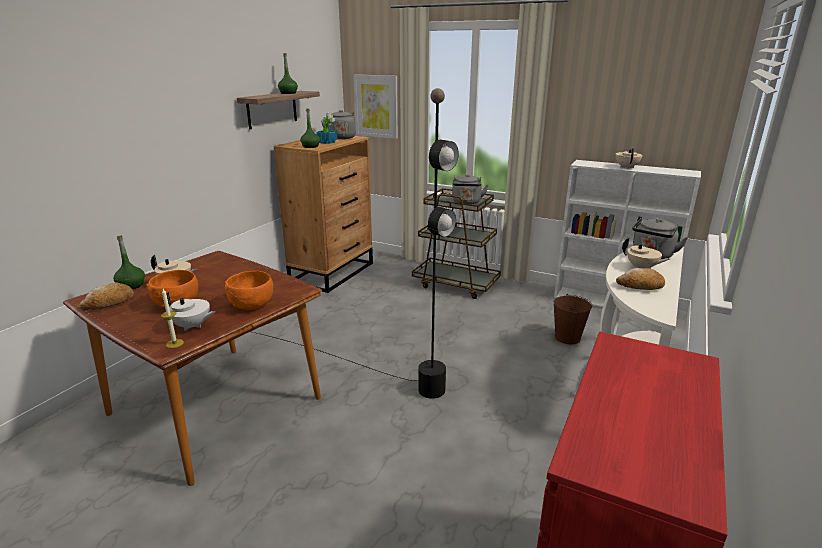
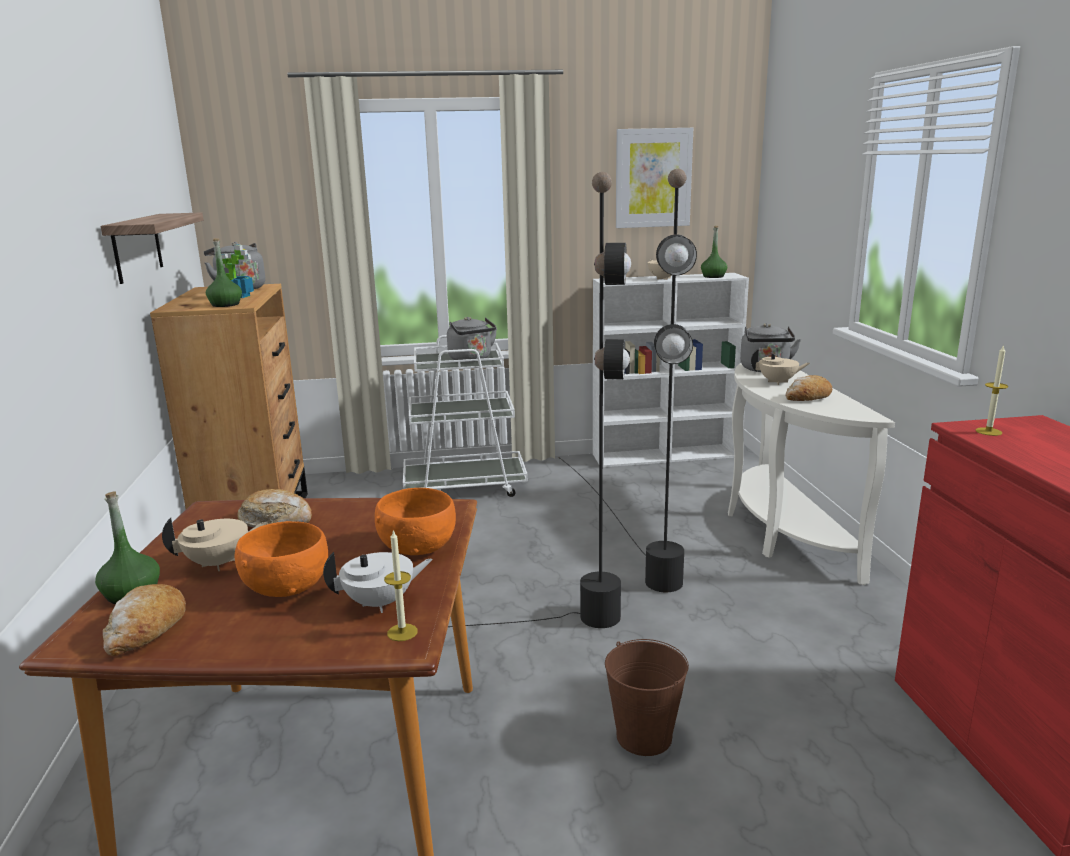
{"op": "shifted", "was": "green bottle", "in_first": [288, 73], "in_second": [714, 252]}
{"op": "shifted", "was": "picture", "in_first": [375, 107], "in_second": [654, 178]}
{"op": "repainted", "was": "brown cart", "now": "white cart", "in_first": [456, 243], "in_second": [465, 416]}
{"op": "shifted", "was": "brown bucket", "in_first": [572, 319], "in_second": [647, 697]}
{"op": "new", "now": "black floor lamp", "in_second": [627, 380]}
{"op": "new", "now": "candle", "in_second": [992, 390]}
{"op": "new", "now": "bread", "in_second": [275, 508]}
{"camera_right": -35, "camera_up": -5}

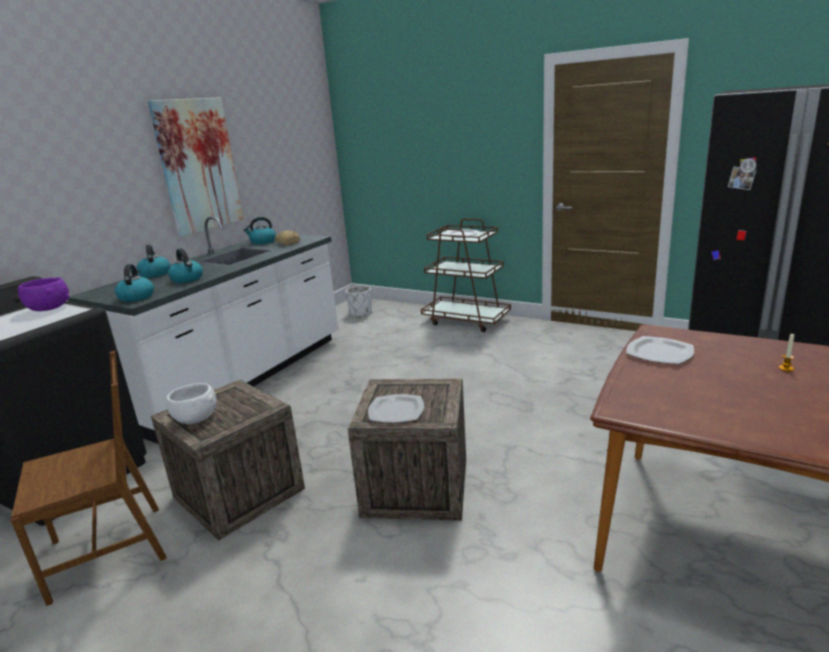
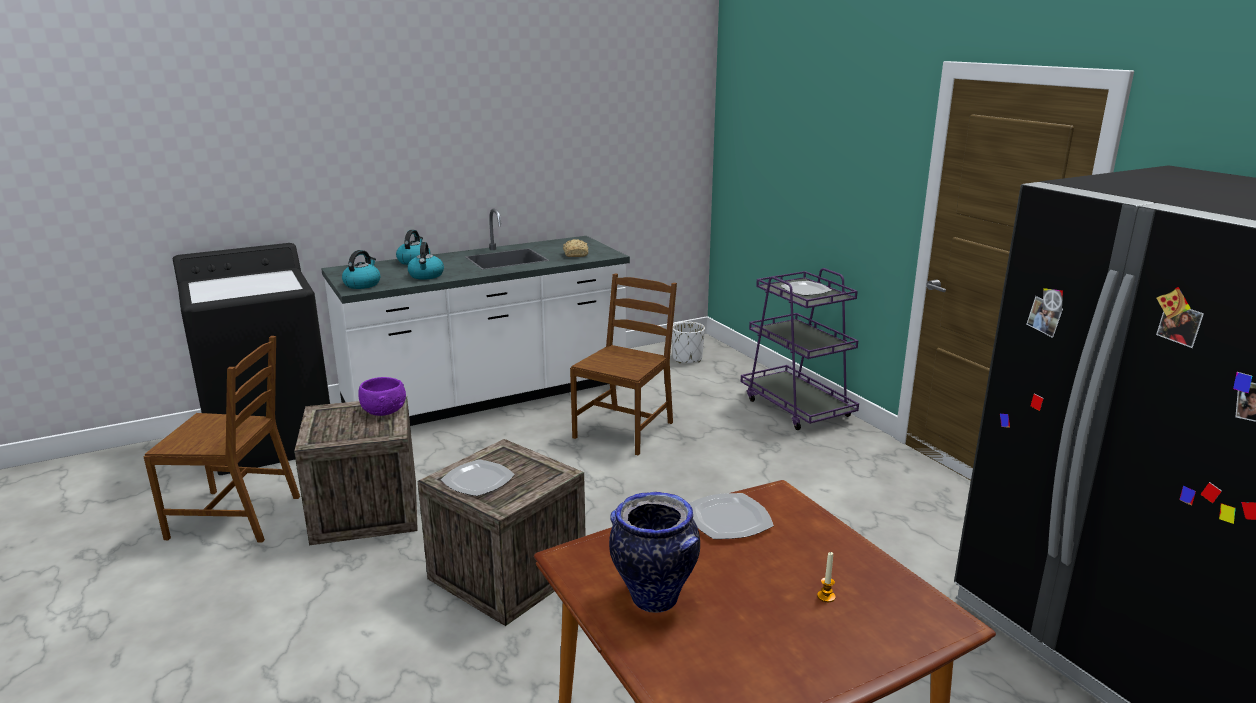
{"op": "gone", "was": "picture", "in_first": [195, 167]}
{"op": "gone", "was": "kettle", "in_first": [260, 231]}
{"op": "repainted", "was": "brown cart", "now": "purple cart", "in_first": [466, 275], "in_second": [800, 349]}
{"op": "shifted", "was": "purple bowl", "in_first": [43, 294], "in_second": [382, 396]}
{"op": "gone", "was": "white bowl", "in_first": [191, 403]}
{"op": "new", "now": "brown chair", "in_second": [623, 364]}
{"op": "new", "now": "vase", "in_second": [654, 552]}
{"camera_right": 30, "camera_up": 0}

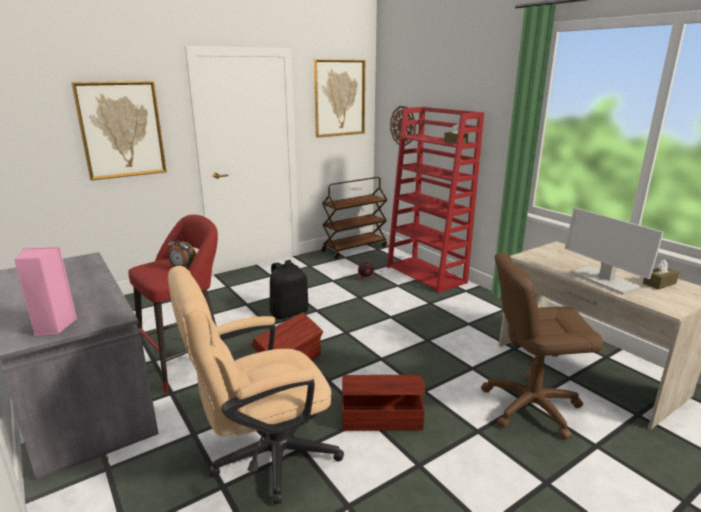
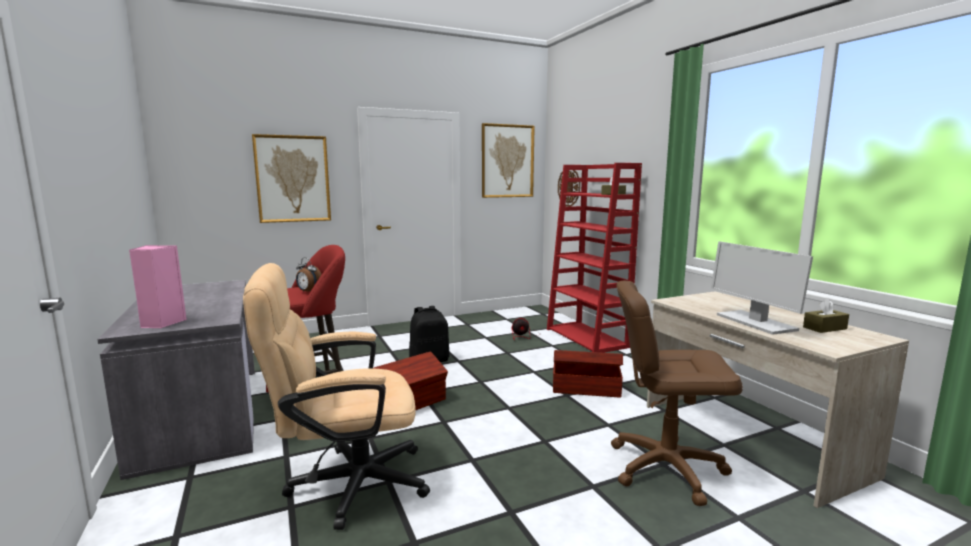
{"op": "gone", "was": "brown cart", "in_first": [354, 218]}
{"op": "shifted", "was": "brown storage box", "in_first": [383, 403], "in_second": [588, 374]}
{"camera_right": 10, "camera_up": -10}

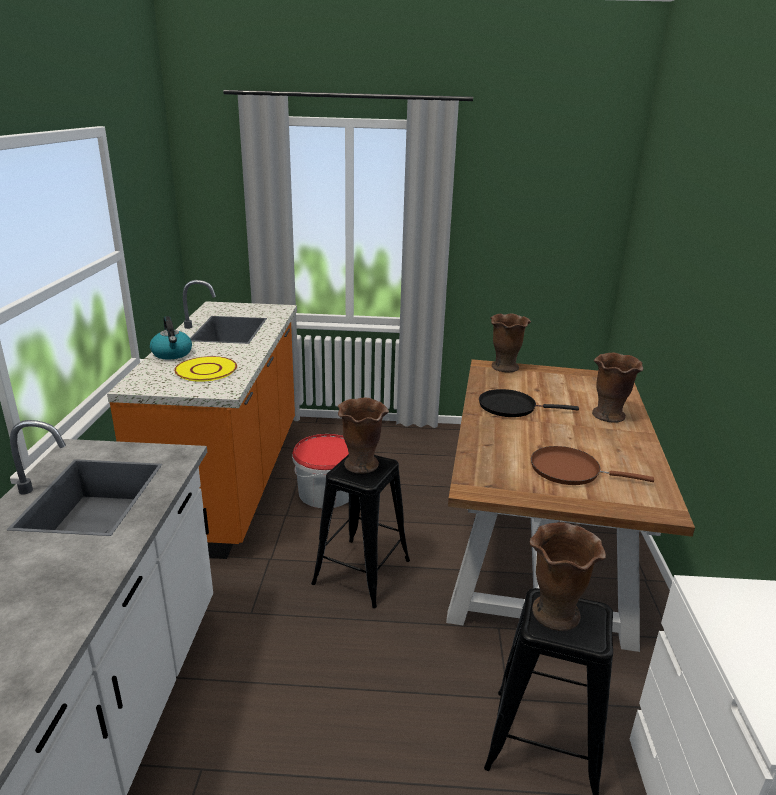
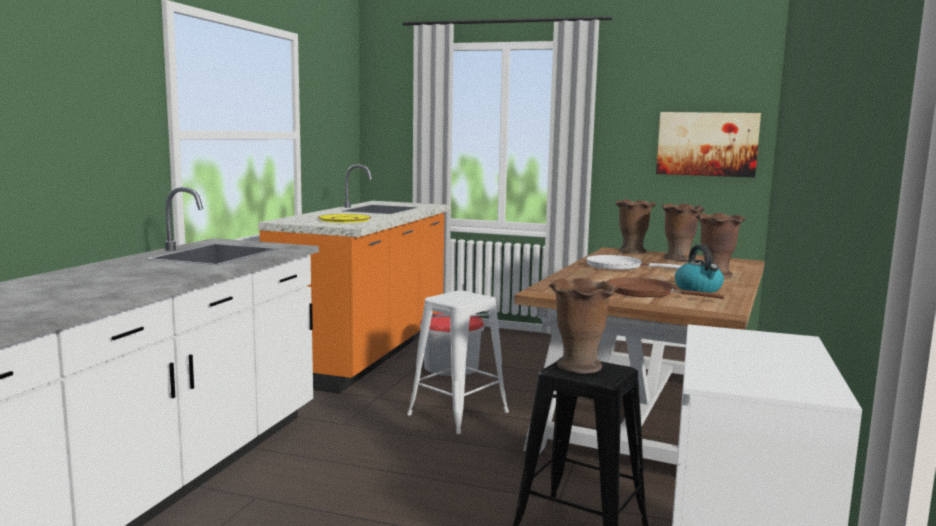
{"op": "shifted", "was": "kettle", "in_first": [171, 338], "in_second": [699, 269]}
{"op": "repainted", "was": "black frying pan", "now": "white frying pan", "in_first": [529, 403], "in_second": [634, 262]}
{"op": "shifted", "was": "brown vase", "in_first": [363, 436], "in_second": [683, 232]}
{"op": "repainted", "was": "black stool", "now": "white stool", "in_first": [360, 531], "in_second": [458, 362]}
{"op": "new", "now": "picture", "in_second": [708, 144]}
{"camera_right": 15, "camera_up": -15}

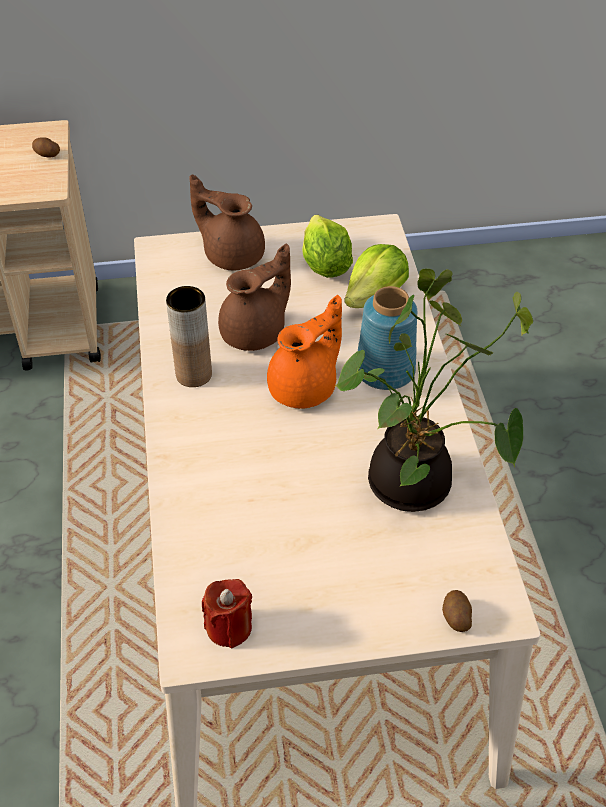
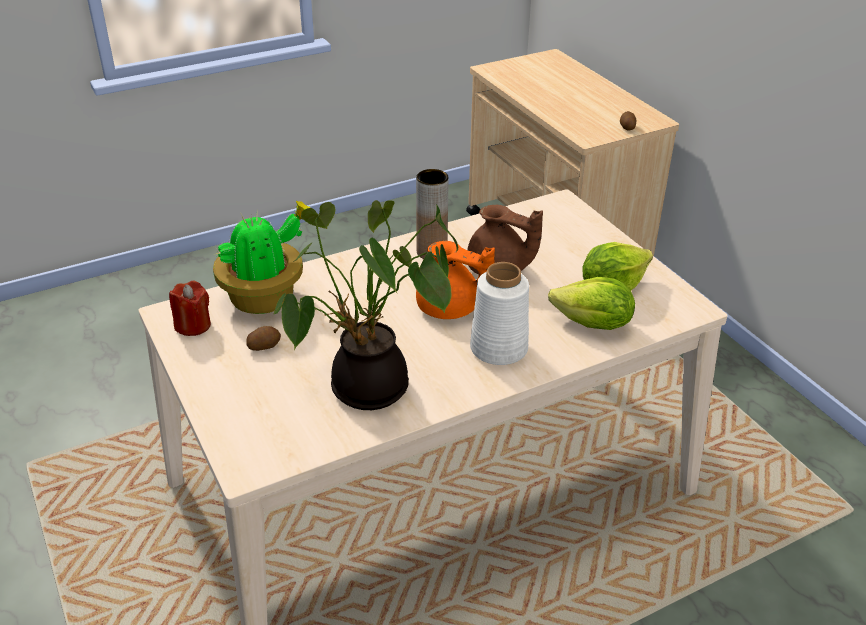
{"op": "gone", "was": "brown teapot", "in_first": [227, 222]}
{"op": "repainted", "was": "blue vase", "now": "white vase", "in_first": [388, 338], "in_second": [499, 313]}
{"op": "shifted", "was": "potato", "in_first": [457, 611], "in_second": [263, 338]}
{"op": "new", "now": "potted plant", "in_second": [261, 257]}
{"camera_right": 70, "camera_up": -10}

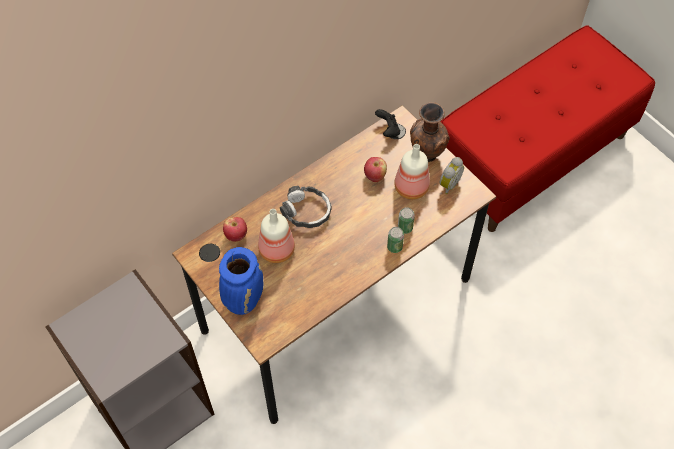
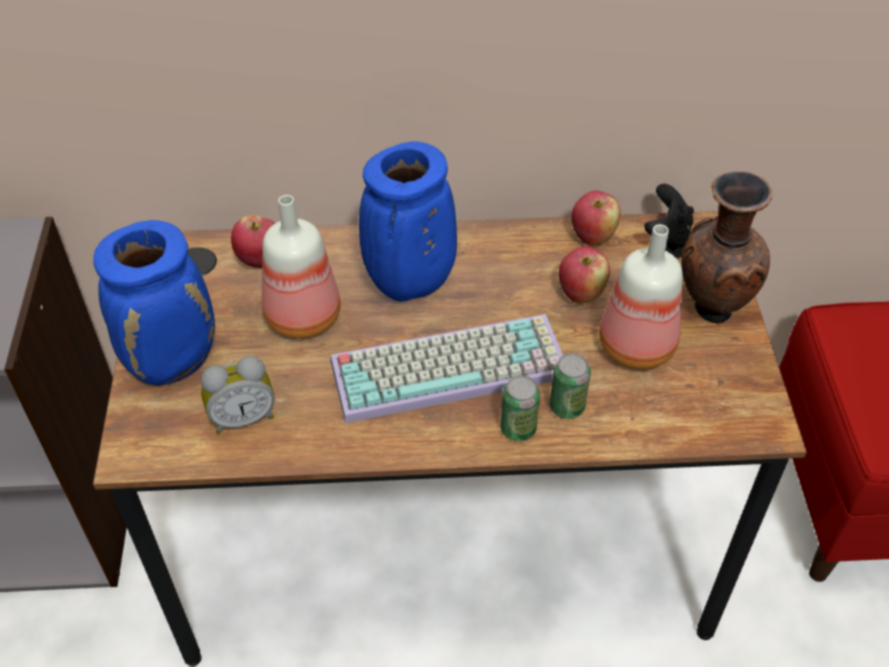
{"op": "shifted", "was": "alarm clock", "in_first": [451, 175], "in_second": [238, 395]}
{"op": "swapped", "was": "headphones", "now": "blue vase", "in_first": [305, 207], "in_second": [408, 222]}
{"op": "new", "now": "apple", "in_second": [596, 218]}
{"op": "new", "now": "keyboard", "in_second": [446, 368]}
{"camera_right": 35, "camera_up": -10}

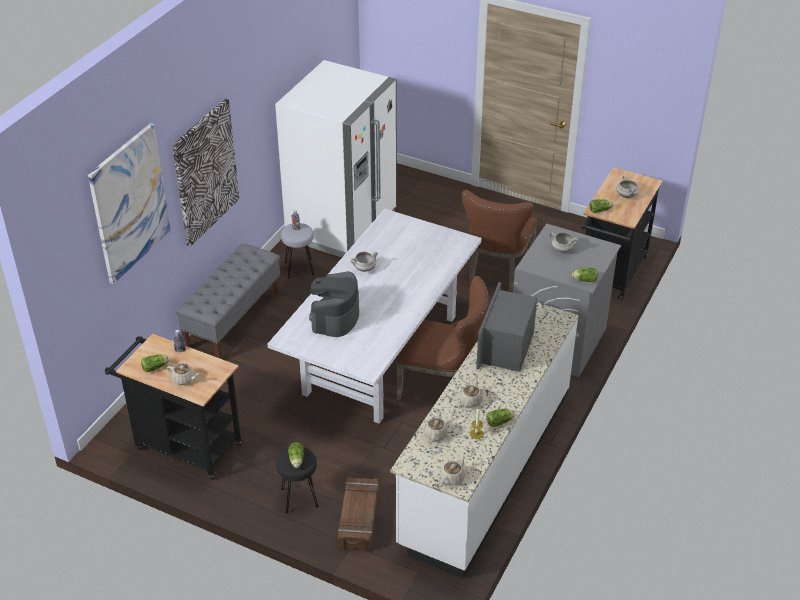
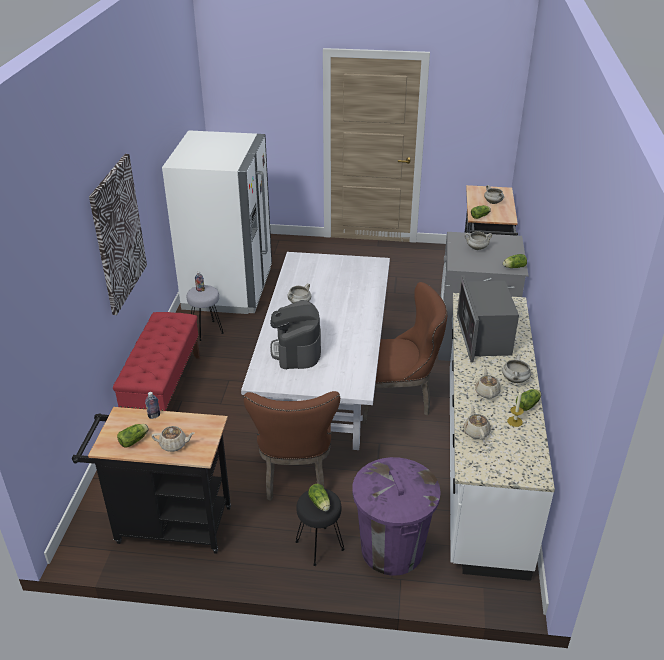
{"op": "gone", "was": "picture", "in_first": [129, 203]}
{"op": "shifted", "was": "brown chair", "in_first": [499, 240], "in_second": [291, 446]}
{"op": "repainted", "was": "grey bench", "now": "red bench", "in_first": [228, 301], "in_second": [156, 361]}
{"op": "gone", "was": "beige teapot", "in_first": [453, 470]}
{"op": "swapped", "was": "crate", "now": "purple trash can", "in_first": [358, 514], "in_second": [396, 516]}
{"op": "new", "now": "white cooking pot", "in_second": [516, 368]}
{"camera_right": -20, "camera_up": -5}

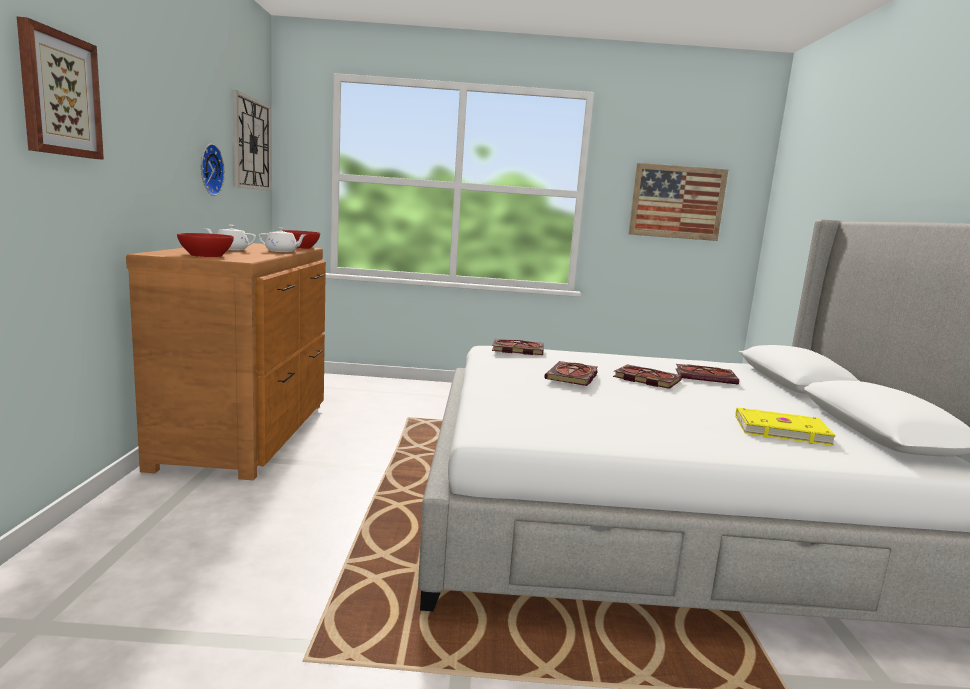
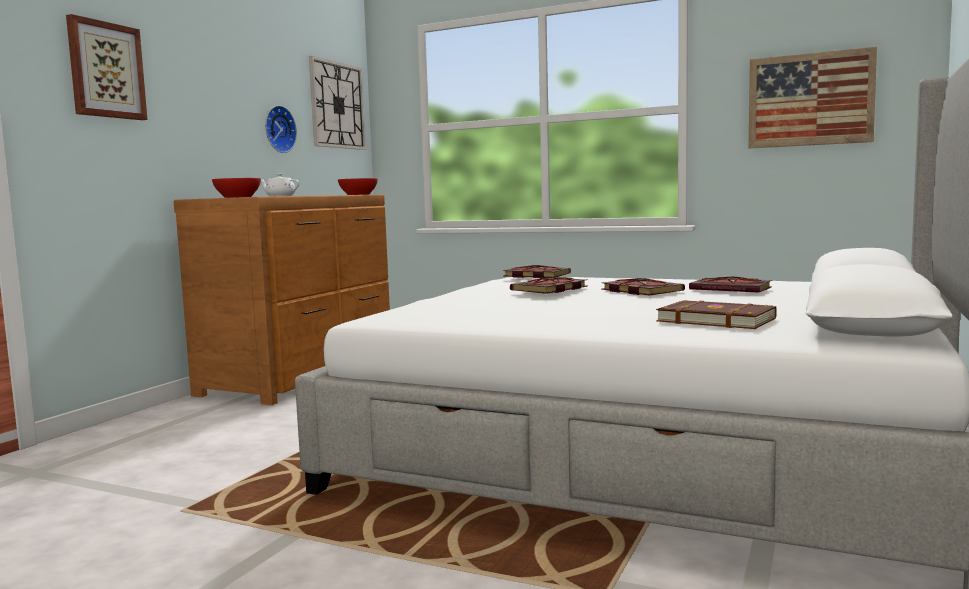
{"op": "gone", "was": "white teapot", "in_first": [282, 239]}
{"op": "repainted", "was": "yellow book", "now": "brown book", "in_first": [785, 427], "in_second": [716, 314]}
{"camera_right": 25, "camera_up": -5}

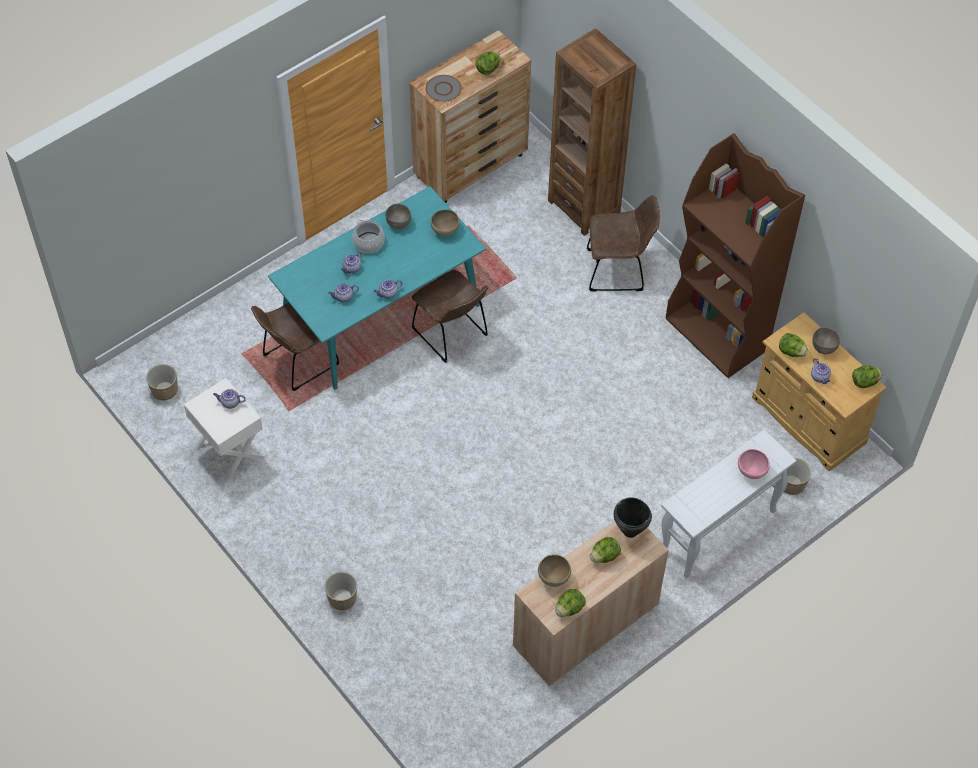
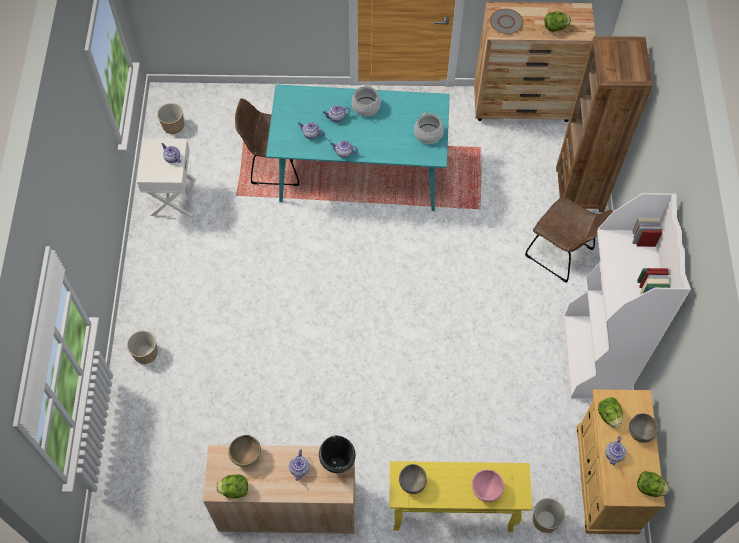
{"op": "repainted", "was": "brown bookcase", "now": "white bookcase", "in_first": [735, 255], "in_second": [627, 295]}
{"op": "shifted", "was": "grey bowl", "in_first": [398, 216], "in_second": [413, 479]}
{"op": "swapped", "was": "brown bowl", "now": "cooking pot", "in_first": [445, 222], "in_second": [429, 128]}
{"op": "gone", "was": "brown chair", "in_first": [450, 316]}
{"op": "repainted", "was": "white console table", "now": "yellow console table", "in_first": [728, 504], "in_second": [461, 496]}
{"op": "swapped", "was": "lettuce", "now": "teapot", "in_first": [605, 550], "in_second": [299, 465]}
{"camera_right": 40, "camera_up": 5}

